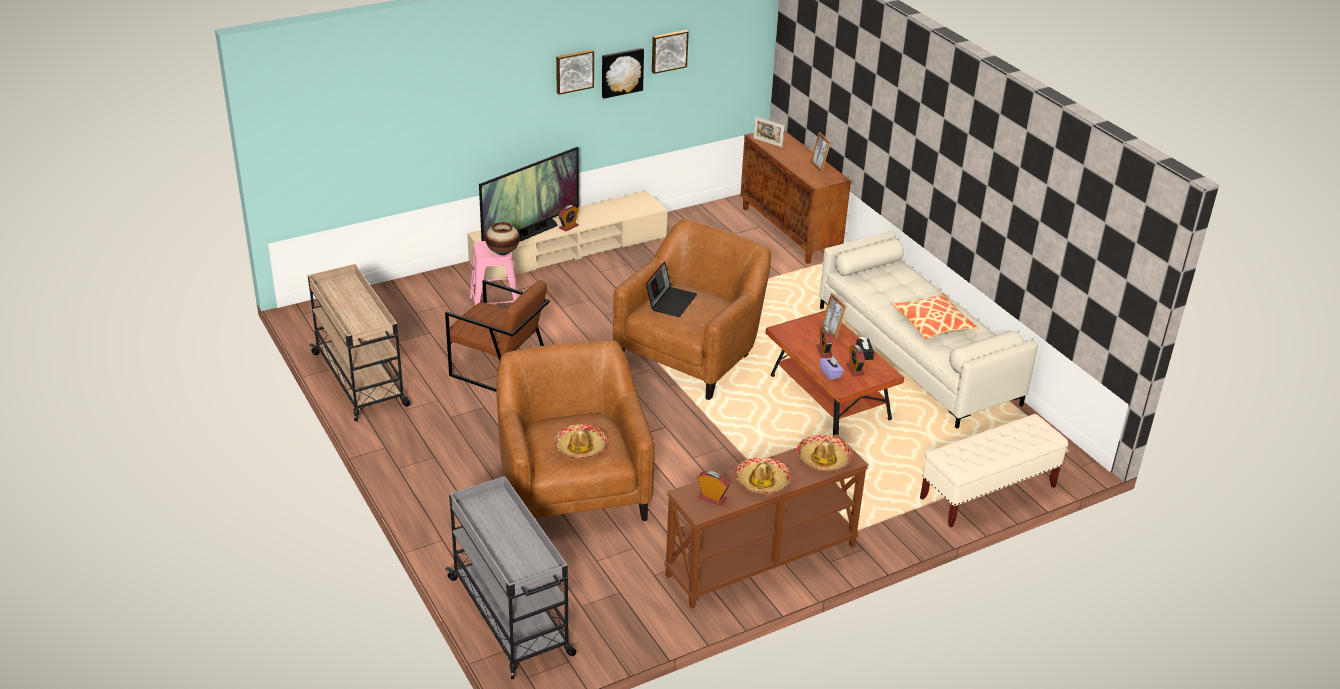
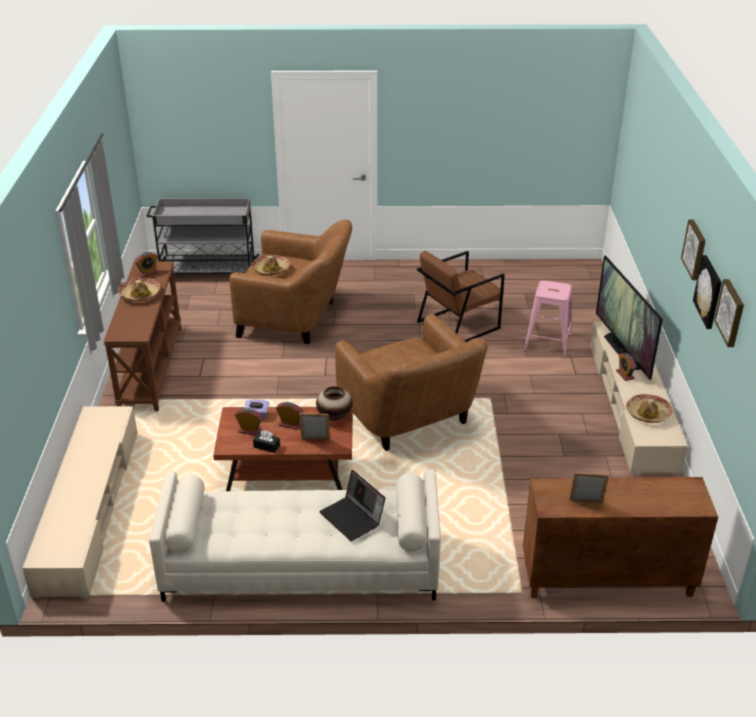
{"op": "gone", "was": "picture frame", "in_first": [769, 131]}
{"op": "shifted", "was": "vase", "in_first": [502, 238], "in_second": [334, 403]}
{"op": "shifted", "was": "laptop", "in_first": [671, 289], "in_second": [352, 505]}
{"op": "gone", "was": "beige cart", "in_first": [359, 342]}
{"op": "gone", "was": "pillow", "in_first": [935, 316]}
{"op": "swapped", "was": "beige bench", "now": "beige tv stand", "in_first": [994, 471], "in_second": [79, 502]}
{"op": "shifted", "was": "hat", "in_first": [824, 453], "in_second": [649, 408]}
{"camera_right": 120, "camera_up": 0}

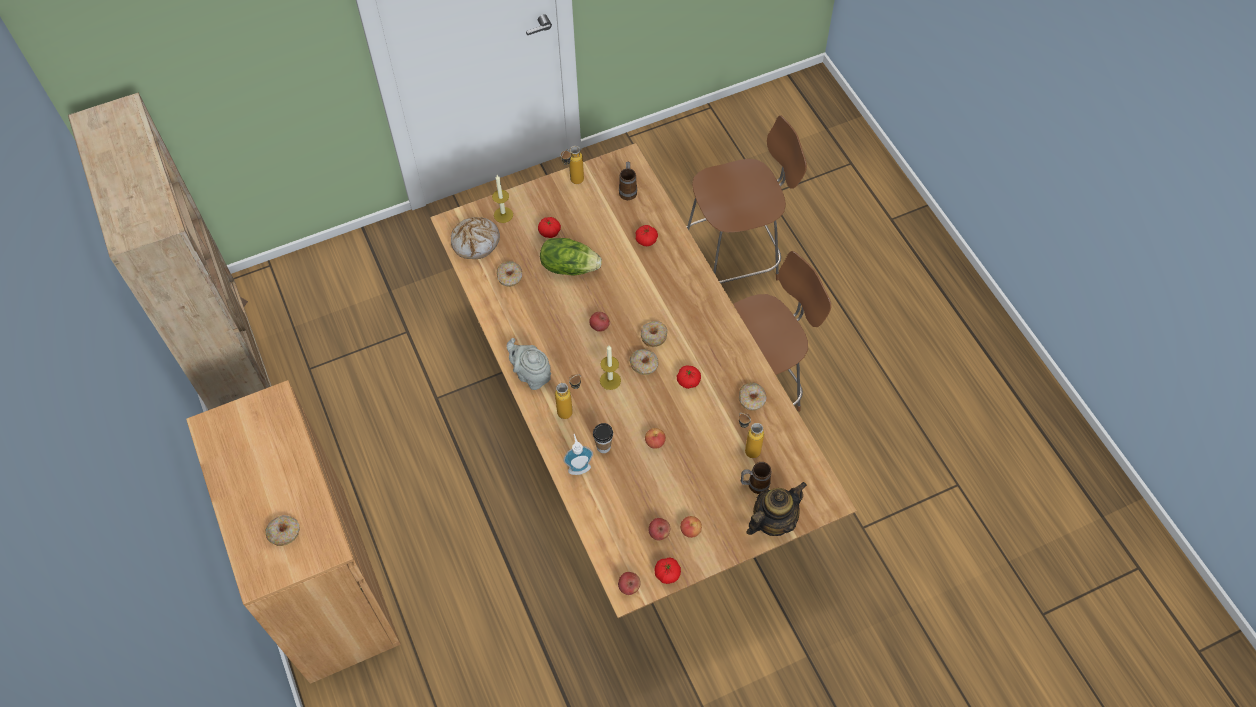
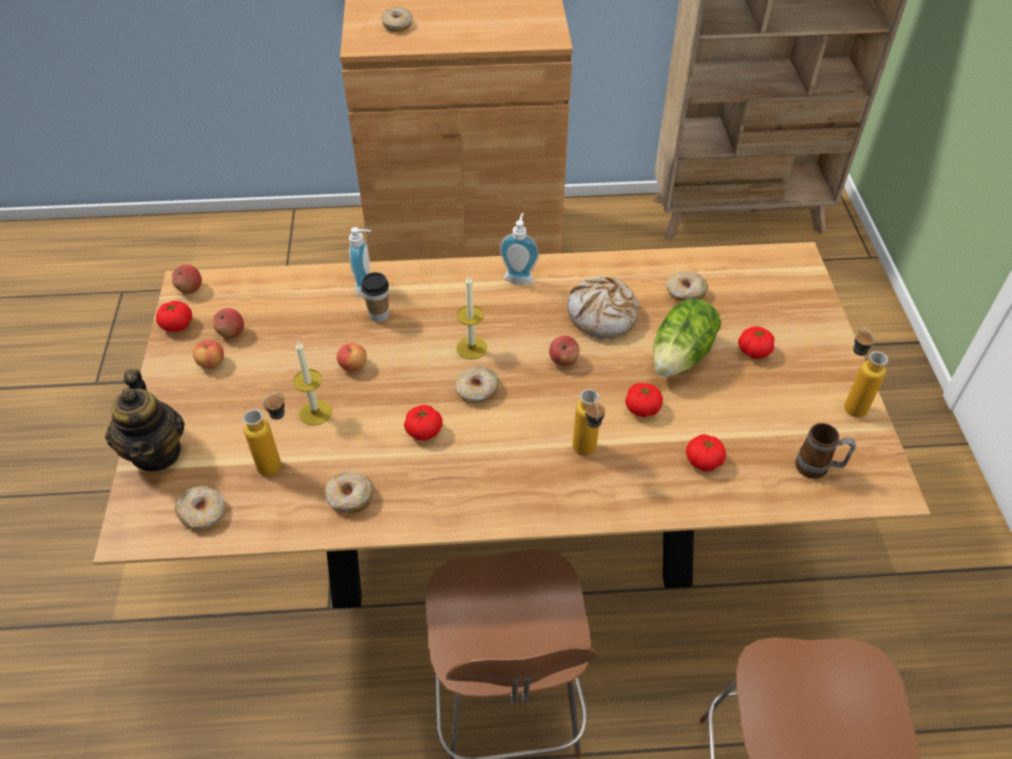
{"op": "shifted", "was": "candle", "in_first": [502, 199], "in_second": [312, 383]}
{"op": "shifted", "was": "bread", "in_first": [475, 238], "in_second": [603, 308]}
{"op": "shifted", "was": "donut", "in_first": [654, 334], "in_second": [200, 508]}
{"op": "swapped", "was": "grey teapot", "now": "soap dispenser", "in_first": [528, 364], "in_second": [519, 249]}
{"op": "shifted", "was": "bottle", "in_first": [568, 396], "in_second": [589, 422]}
{"op": "gone", "was": "mug", "in_first": [756, 478]}
{"op": "new", "now": "tomato", "in_second": [644, 400]}
{"camera_right": 110, "camera_up": -10}

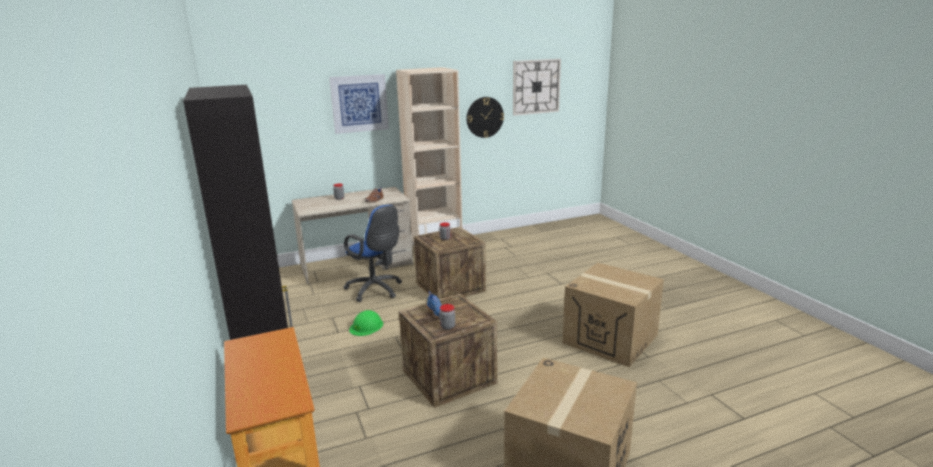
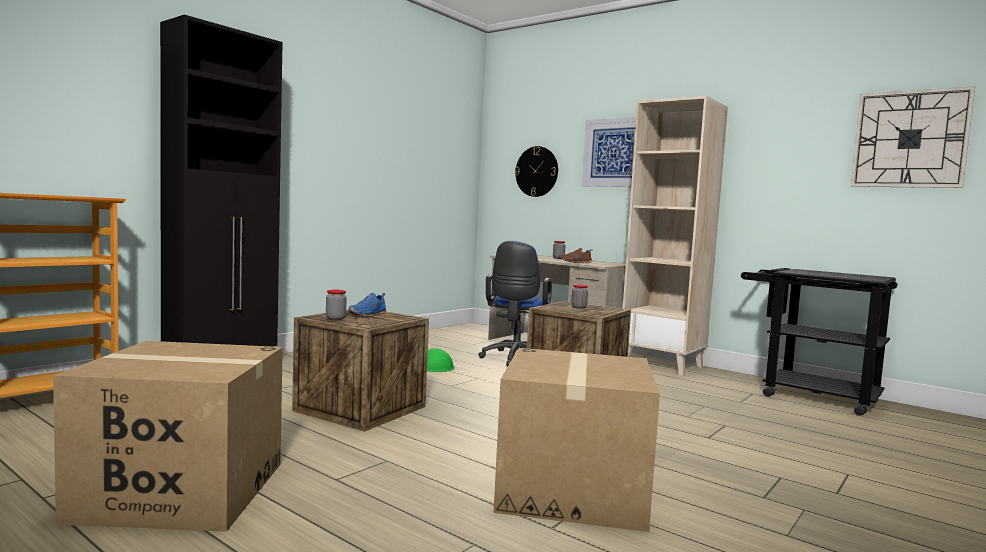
{"op": "shifted", "was": "wall clock", "in_first": [485, 117], "in_second": [536, 171]}
{"op": "new", "now": "black cart", "in_second": [819, 342]}
{"camera_right": 60, "camera_up": -15}

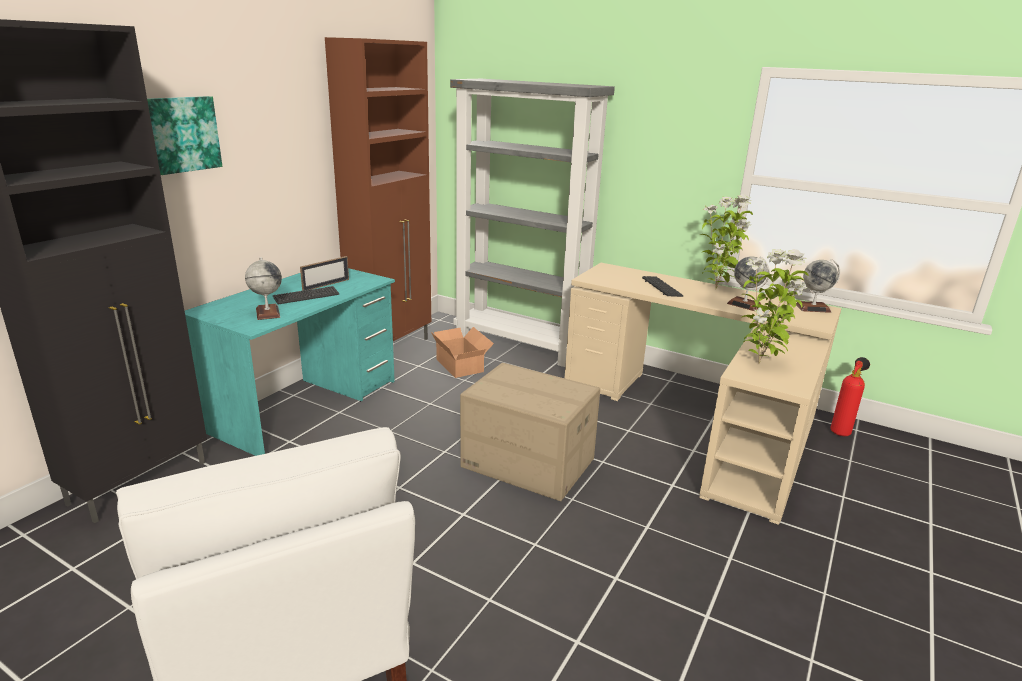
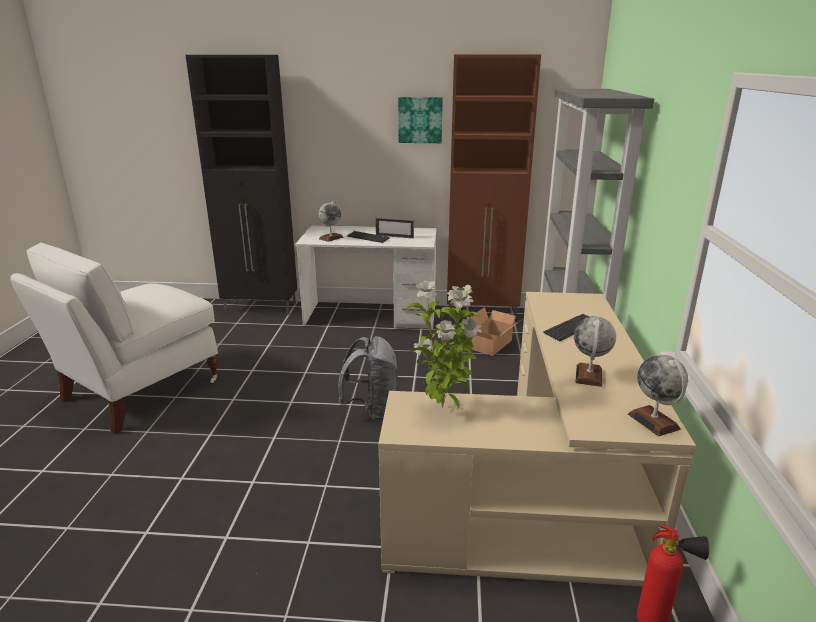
{"op": "shifted", "was": "picture", "in_first": [184, 135], "in_second": [420, 120]}
{"op": "gone", "was": "potted plant", "in_first": [726, 241]}
{"op": "repainted", "was": "turquoise desk", "now": "white desk", "in_first": [290, 362], "in_second": [366, 277]}
{"op": "swapped", "was": "cardboard box", "now": "grey backpack", "in_first": [530, 432], "in_second": [367, 378]}
{"camera_right": 65, "camera_up": 0}

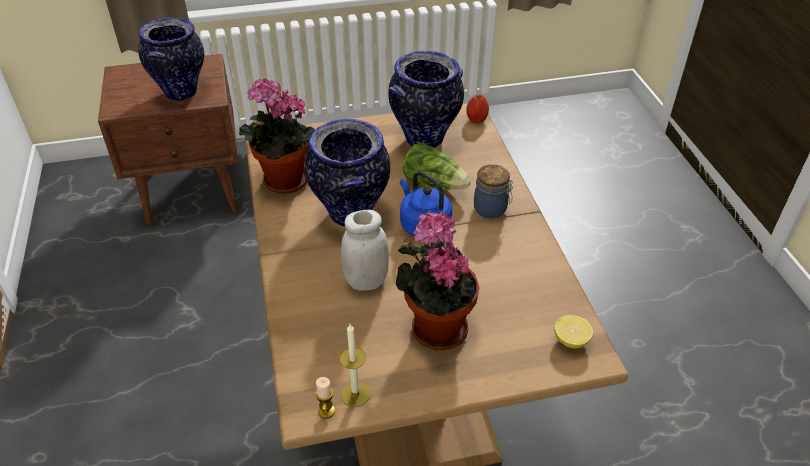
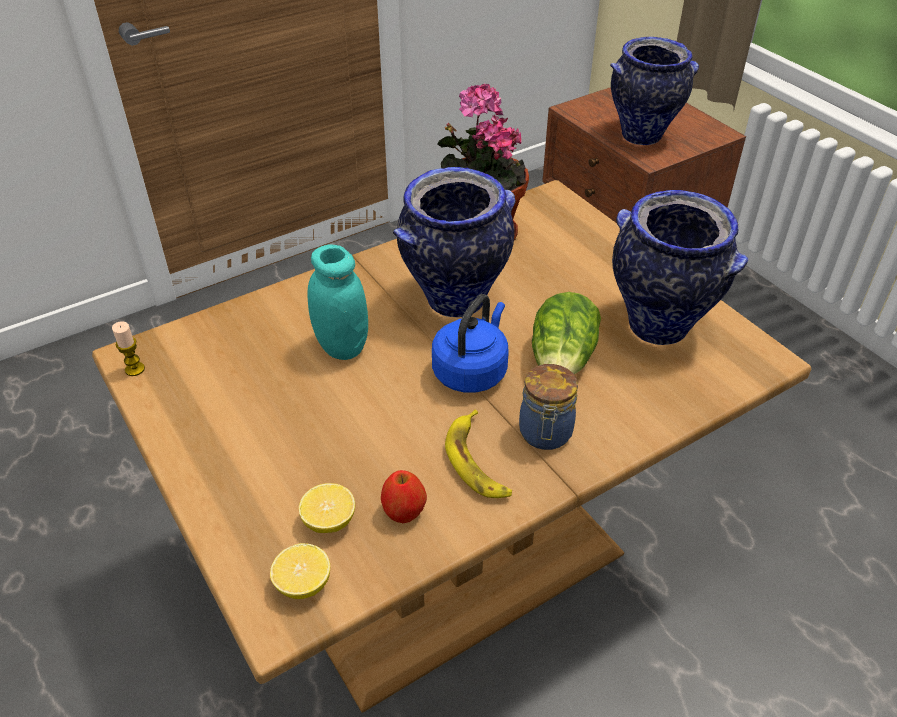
{"op": "shifted", "was": "apple", "in_first": [477, 109], "in_second": [404, 496]}
{"op": "repainted", "was": "white jar", "now": "turquoise jar", "in_first": [365, 250], "in_second": [338, 302]}
{"op": "gone", "was": "potted plant", "in_first": [438, 280]}
{"op": "gone", "was": "candle", "in_first": [354, 365]}
{"op": "new", "now": "banana", "in_second": [478, 454]}
{"op": "new", "now": "lemon", "in_second": [327, 508]}
{"camera_right": 70, "camera_up": 0}

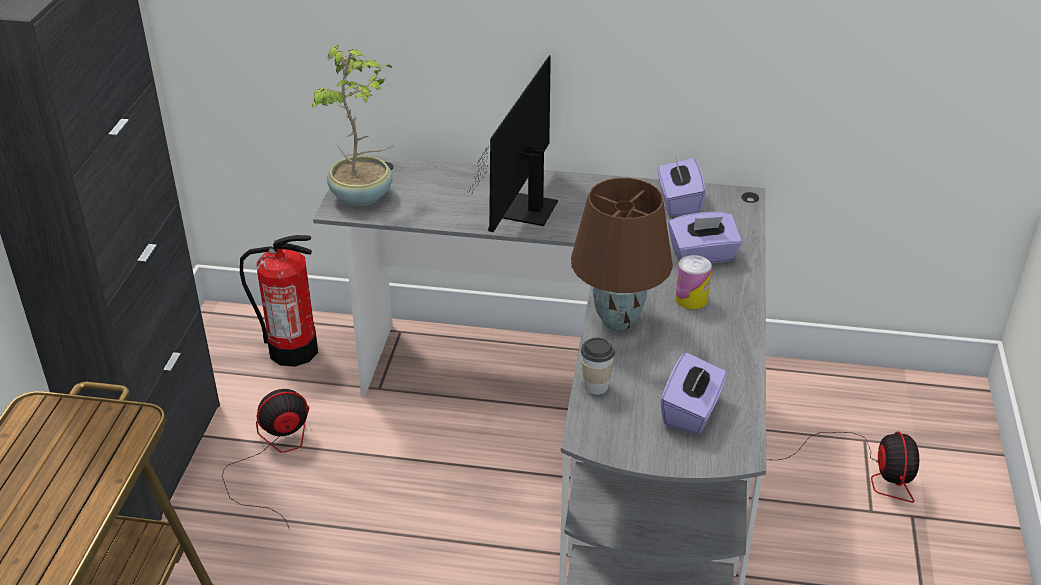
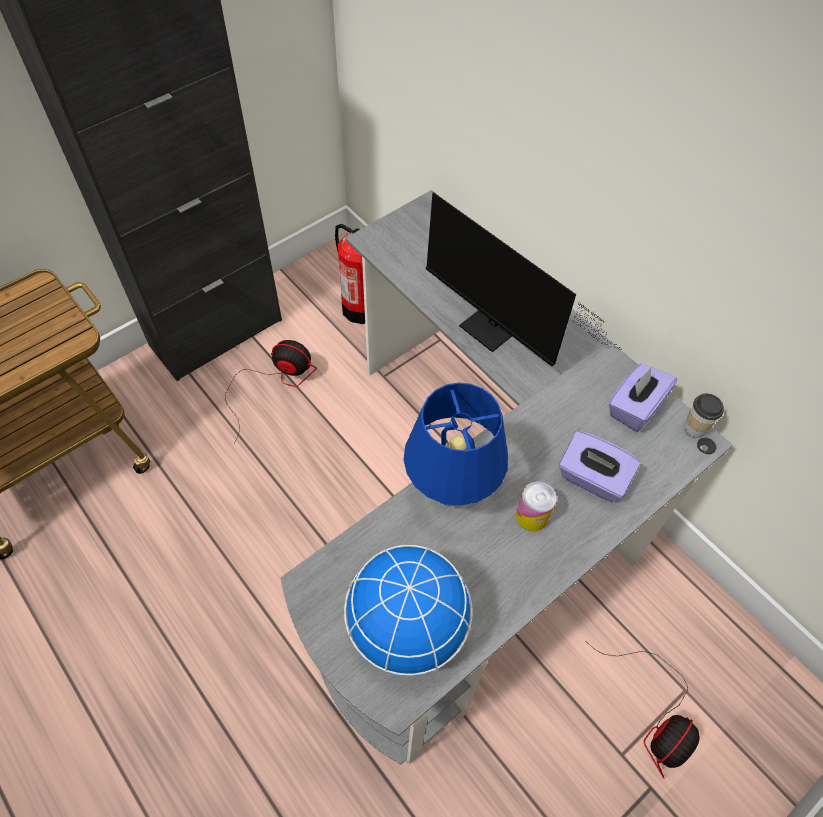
{"op": "gone", "was": "potted plant", "in_first": [352, 125]}
{"op": "rotated", "was": "monitor", "in_first": [513, 143], "in_second": [524, 279], "clockwise": -105}
{"op": "repainted", "was": "brown table lamp", "now": "blue table lamp", "in_first": [622, 254], "in_second": [456, 444]}
{"op": "shifted", "was": "cup", "in_first": [598, 366], "in_second": [704, 415]}
{"op": "swapped", "was": "purple tissue box", "now": "globe", "in_first": [694, 393], "in_second": [408, 610]}
{"camera_right": 40, "camera_up": 20}

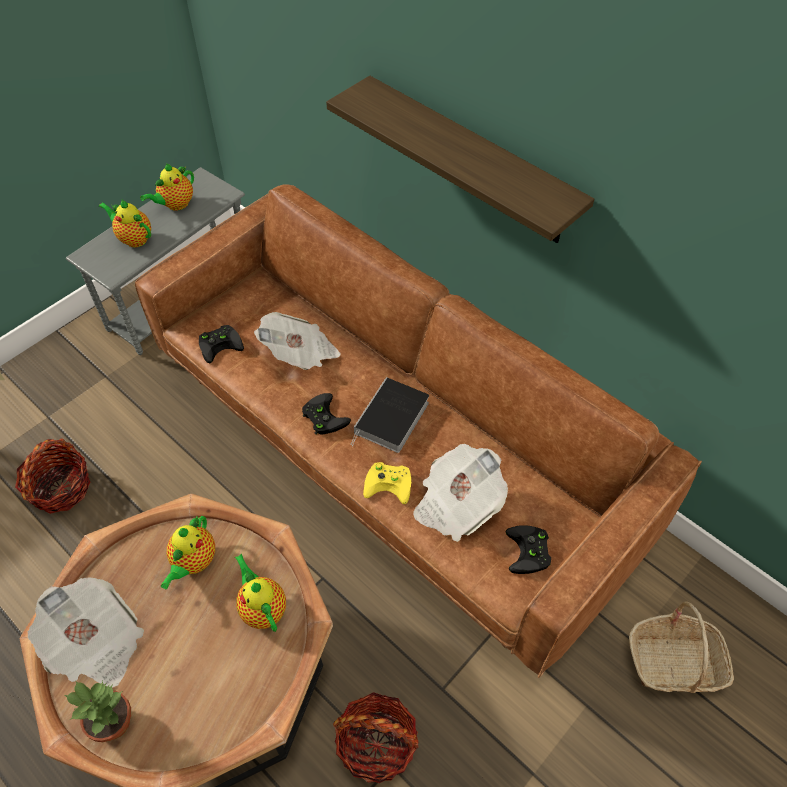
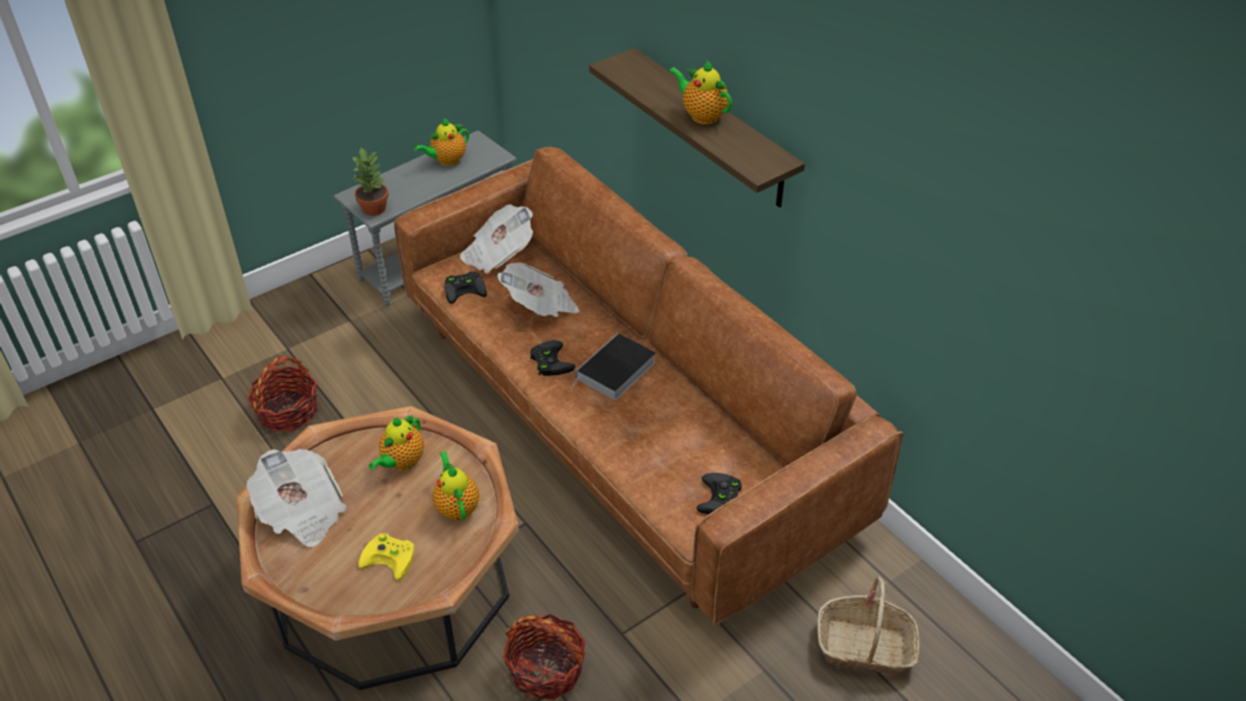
{"op": "shifted", "was": "teapot", "in_first": [125, 223], "in_second": [700, 92]}
{"op": "shifted", "was": "newspaper", "in_first": [460, 493], "in_second": [496, 239]}
{"op": "shifted", "was": "yellow game controller", "in_first": [387, 483], "in_second": [386, 557]}
{"op": "shifted", "was": "potted plant", "in_first": [98, 711], "in_second": [370, 182]}
{"camera_right": 10, "camera_up": -10}

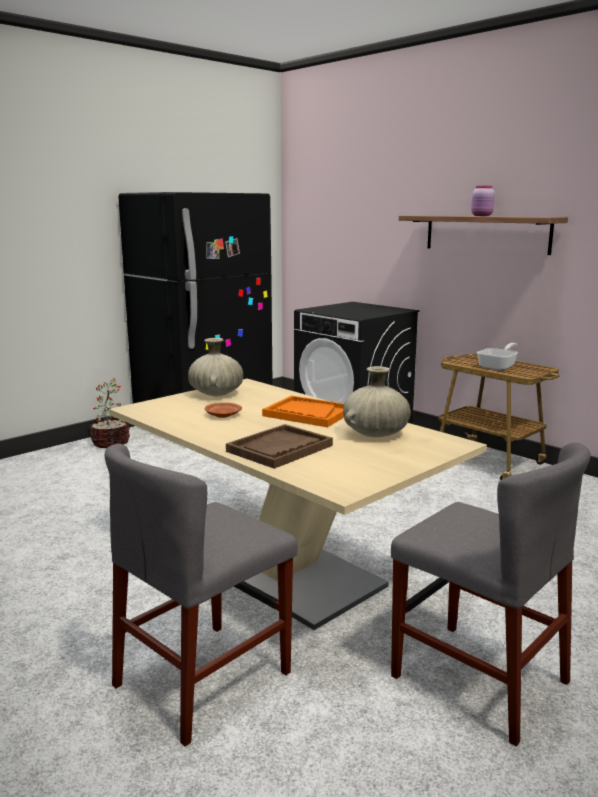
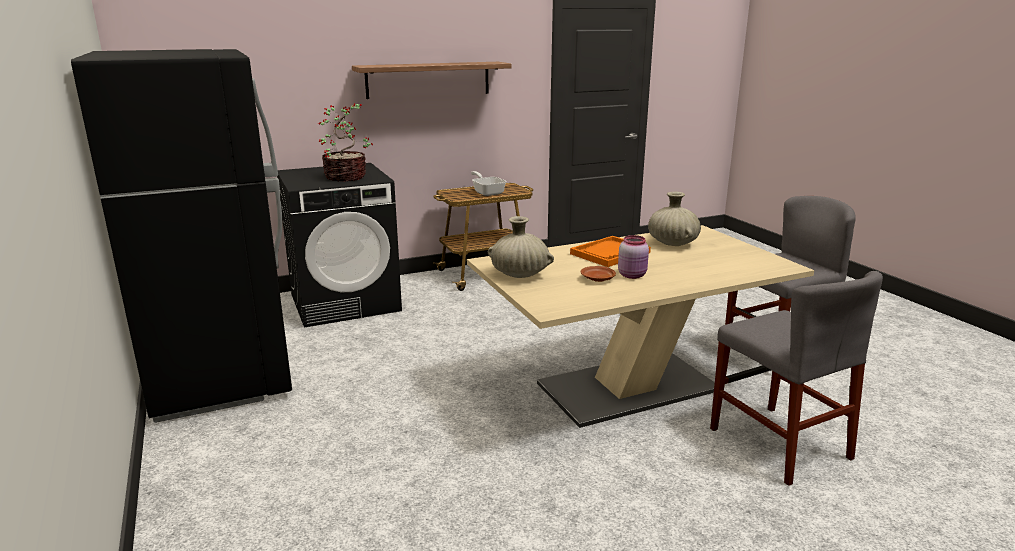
{"op": "shifted", "was": "pink jar", "in_first": [483, 200], "in_second": [633, 257]}
{"op": "shifted", "was": "potted plant", "in_first": [110, 413], "in_second": [345, 142]}
{"op": "gone", "was": "brown tray", "in_first": [279, 446]}
{"camera_right": -70, "camera_up": 5}

